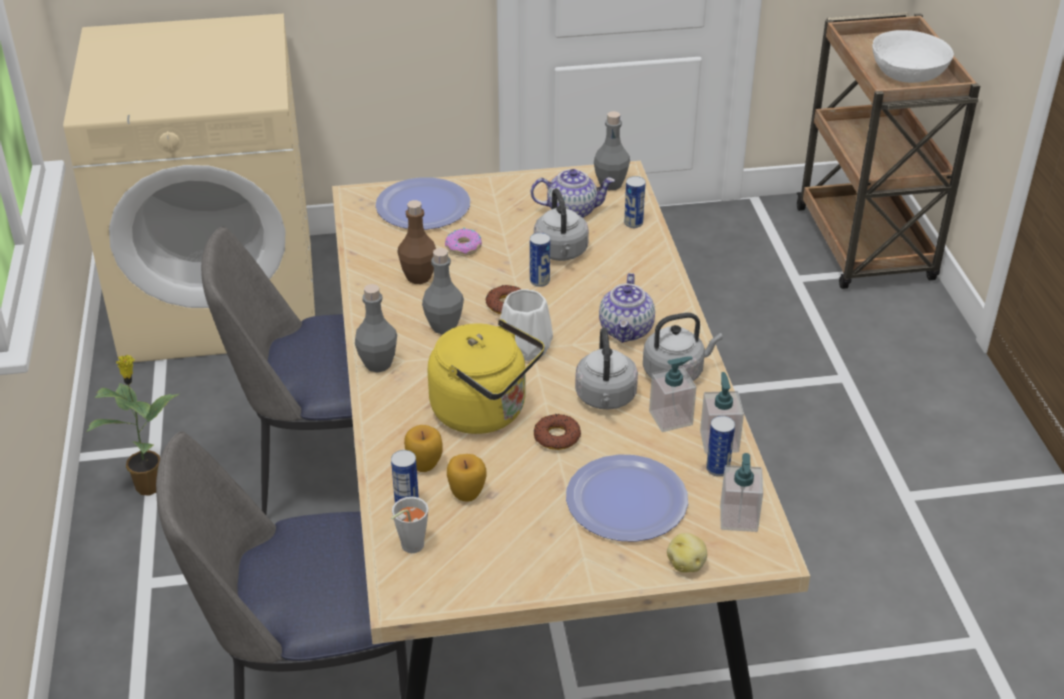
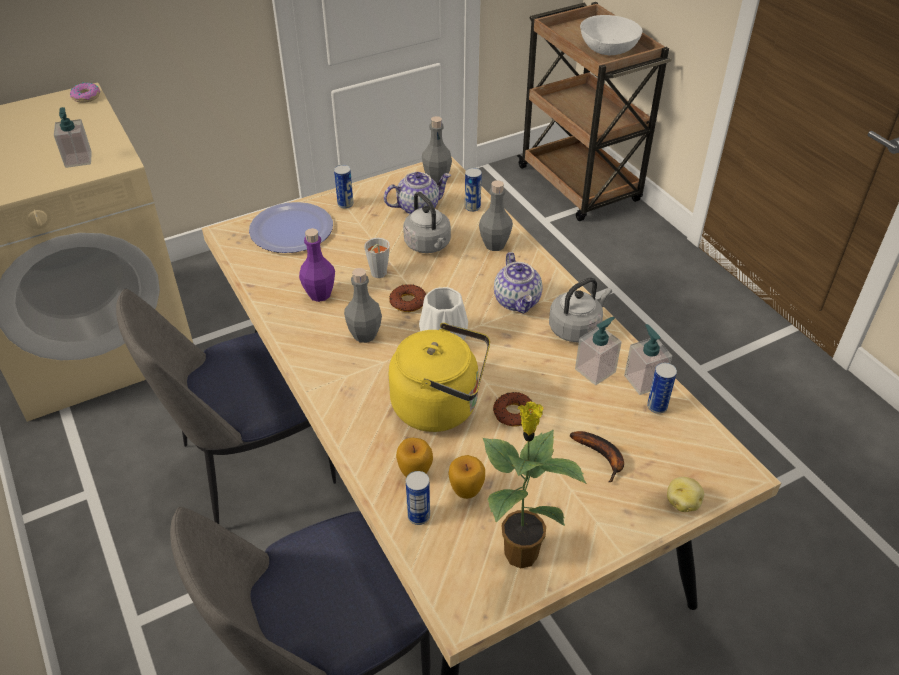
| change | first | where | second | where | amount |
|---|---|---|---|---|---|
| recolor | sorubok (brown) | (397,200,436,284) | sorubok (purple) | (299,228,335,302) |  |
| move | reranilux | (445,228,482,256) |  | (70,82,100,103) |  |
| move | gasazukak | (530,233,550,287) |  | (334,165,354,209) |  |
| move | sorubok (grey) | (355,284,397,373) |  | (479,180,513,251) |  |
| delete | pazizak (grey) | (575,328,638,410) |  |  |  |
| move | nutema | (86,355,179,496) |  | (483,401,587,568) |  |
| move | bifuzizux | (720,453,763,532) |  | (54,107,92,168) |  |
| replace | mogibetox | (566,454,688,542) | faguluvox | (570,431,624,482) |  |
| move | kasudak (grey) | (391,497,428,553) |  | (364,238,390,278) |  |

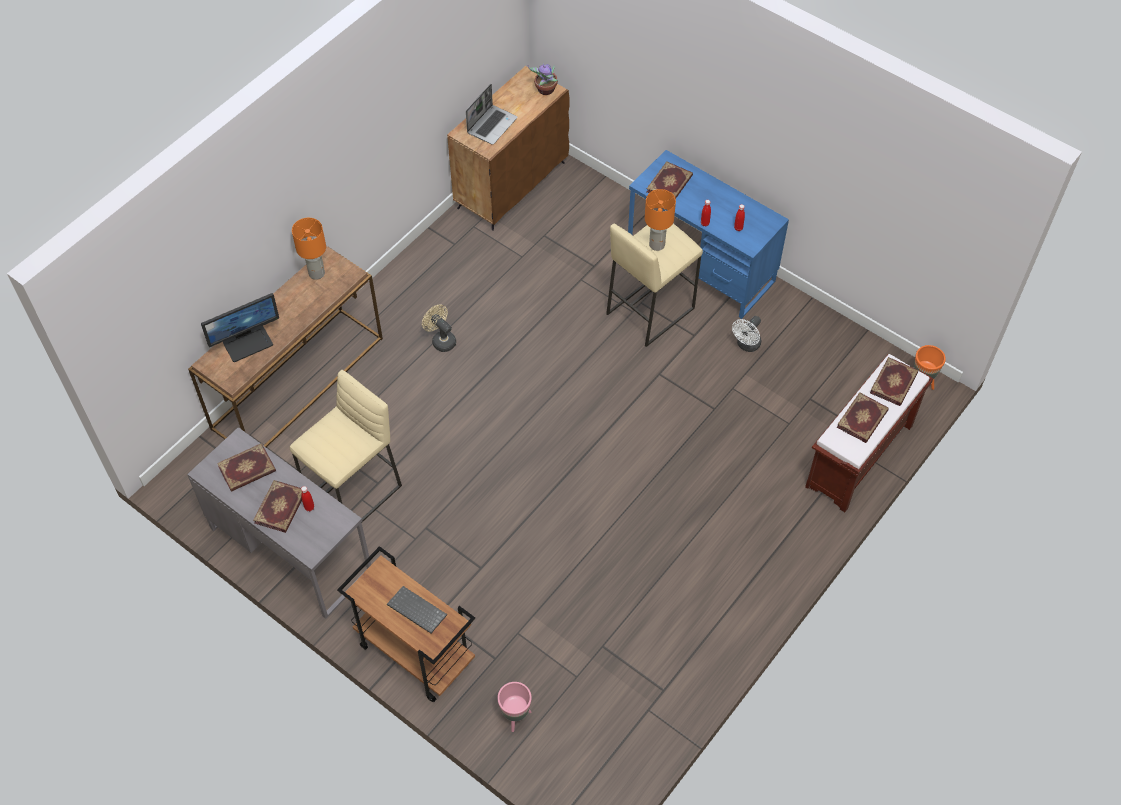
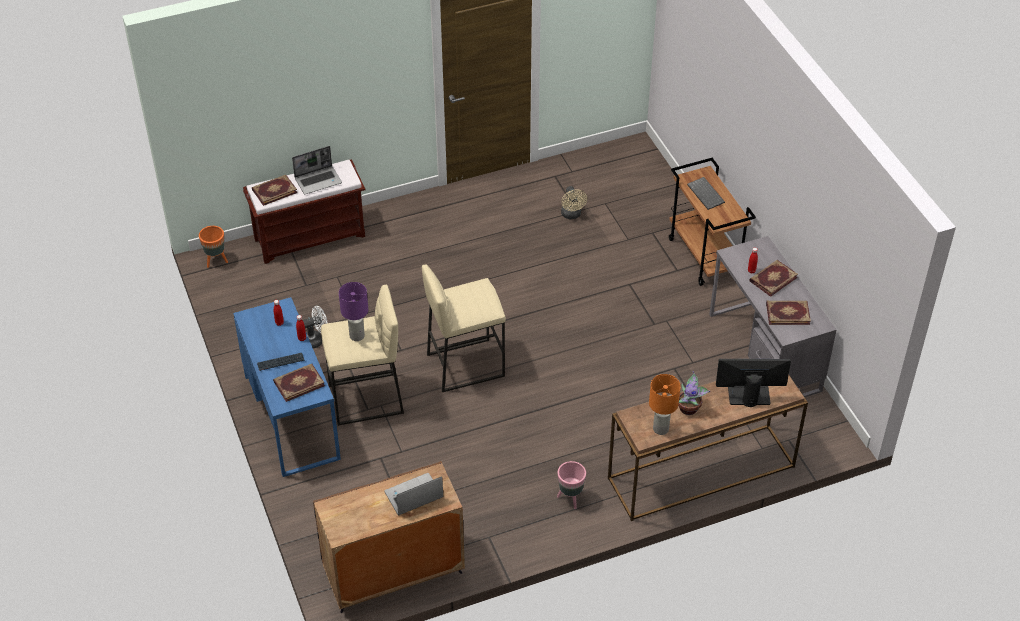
| change | first | where | second | where | amount |
|---|---|---|---|---|---|
| move | nutema | (528,64,559,95) |  | (678,371,710,415) |  |
| recolor | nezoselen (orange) | (645,189,676,251) | nezoselen (purple) | (339,282,368,341) |  |
| move | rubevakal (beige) | (422,305,456,352) |  | (561,186,587,219) |  |
| move | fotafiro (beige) | (290,370,402,528) |  | (422,264,506,392) |  |
| replace | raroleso | (837,392,889,443) | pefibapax | (292,146,342,194) |  |
| move | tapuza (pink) | (497,682,532,732) |  | (557,461,586,509) |  |
| insert |  |  | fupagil | (257,353,304,371) |  |

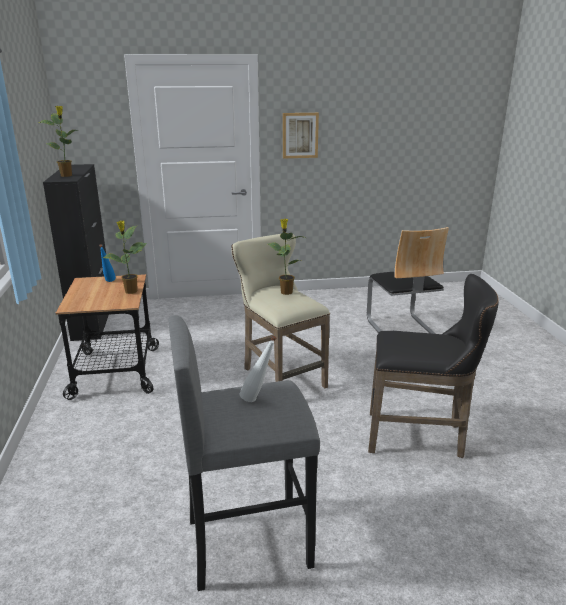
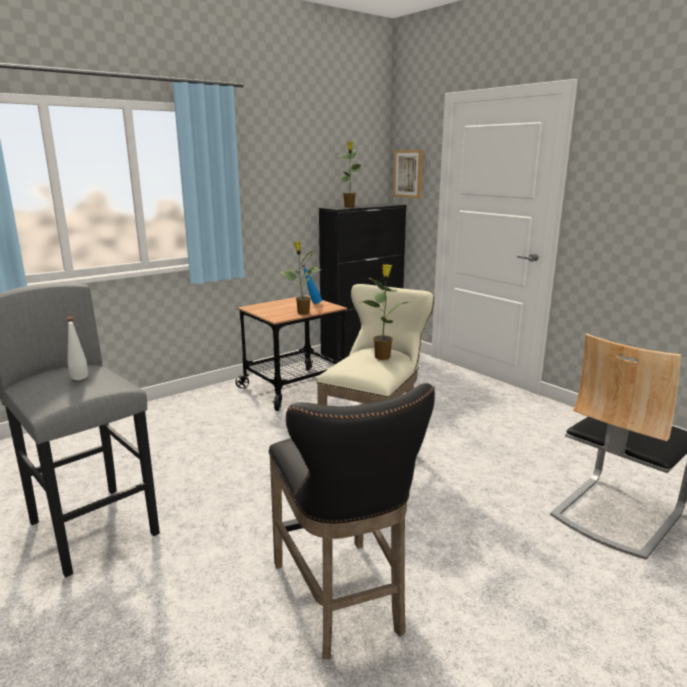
| change | first | where | second | where | amount |
|---|---|---|---|---|---|
| move | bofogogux | (283,113,319,158) |  | (393,150,423,198) |  |

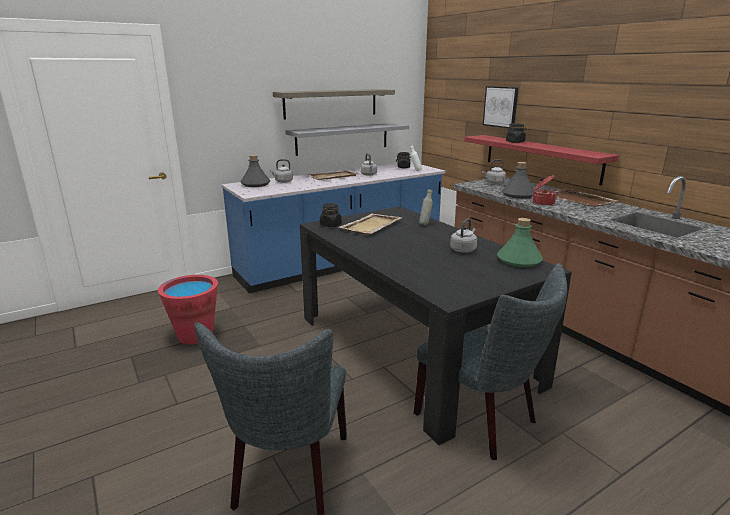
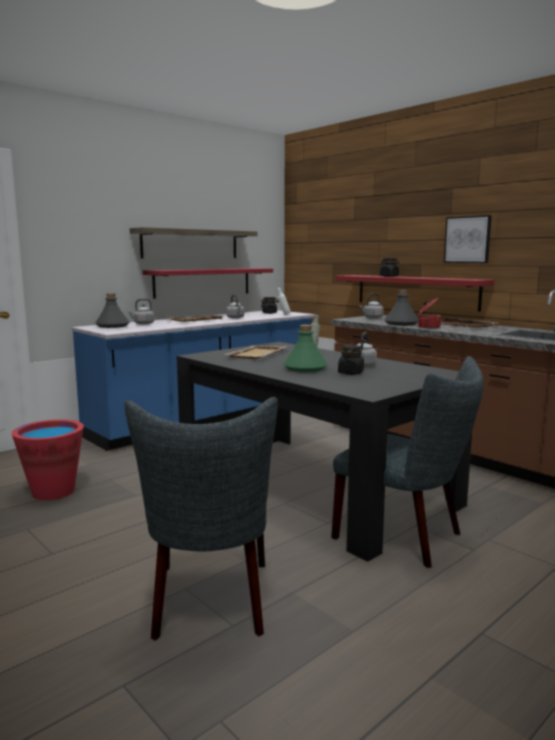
| change | first | where | second | where | amount |
|---|---|---|---|---|---|
| move | bofogogux | (483,86,519,128) |  | (444,215,492,263) |  |
| recolor | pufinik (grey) | (286,123,409,156) | pufinik (red) | (143,268,273,299) |  |
| move | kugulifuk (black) | (320,203,342,227) |  | (338,345,364,375) |  |
| move | sorubok (green) | (497,218,543,267) |  | (283,325,328,372) |  |

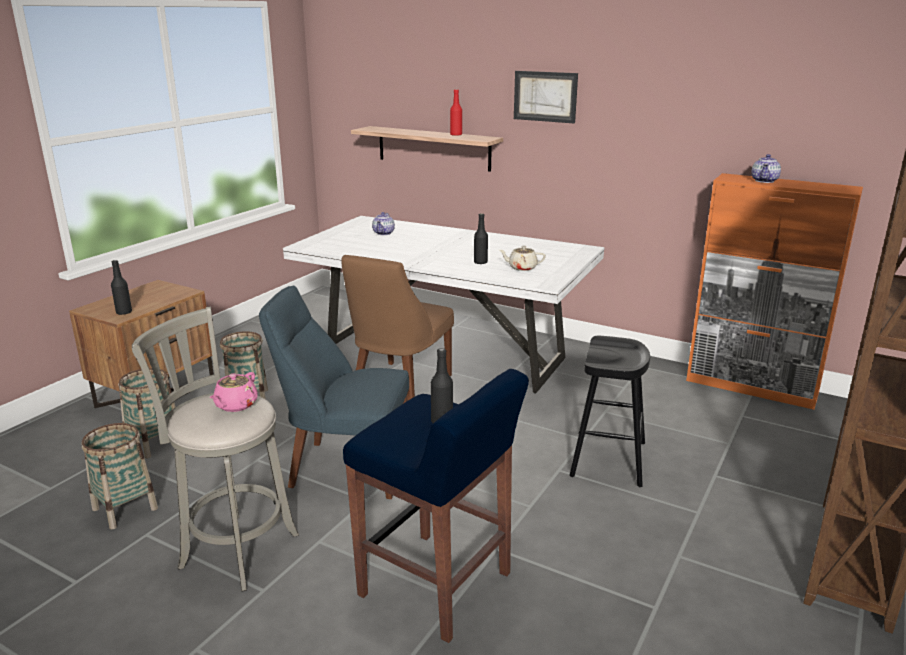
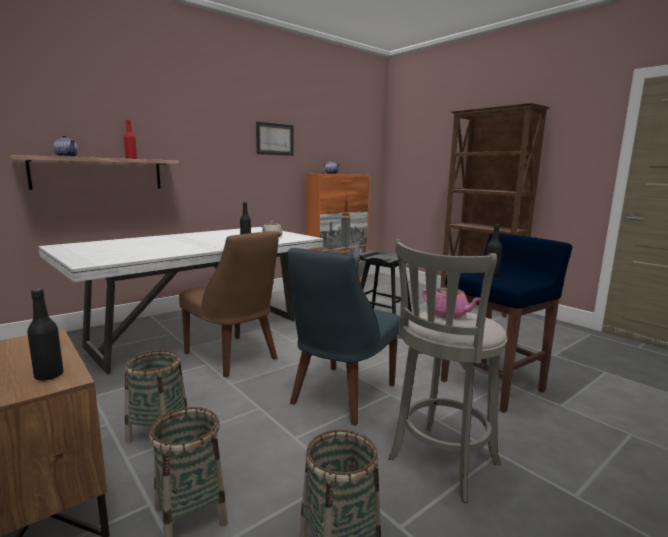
| change | first | where | second | where | amount |
|---|---|---|---|---|---|
| move | bofogogux | (514,71,578,123) |  | (256,122,293,156) |  |
| move | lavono | (372,212,395,235) |  | (53,135,78,157) |  |

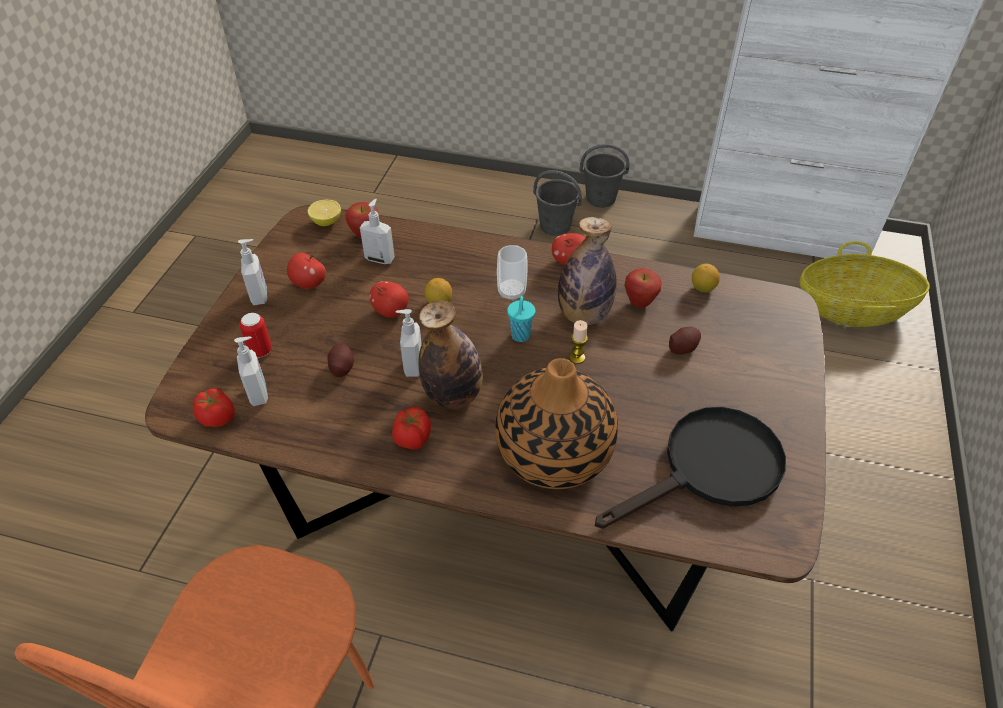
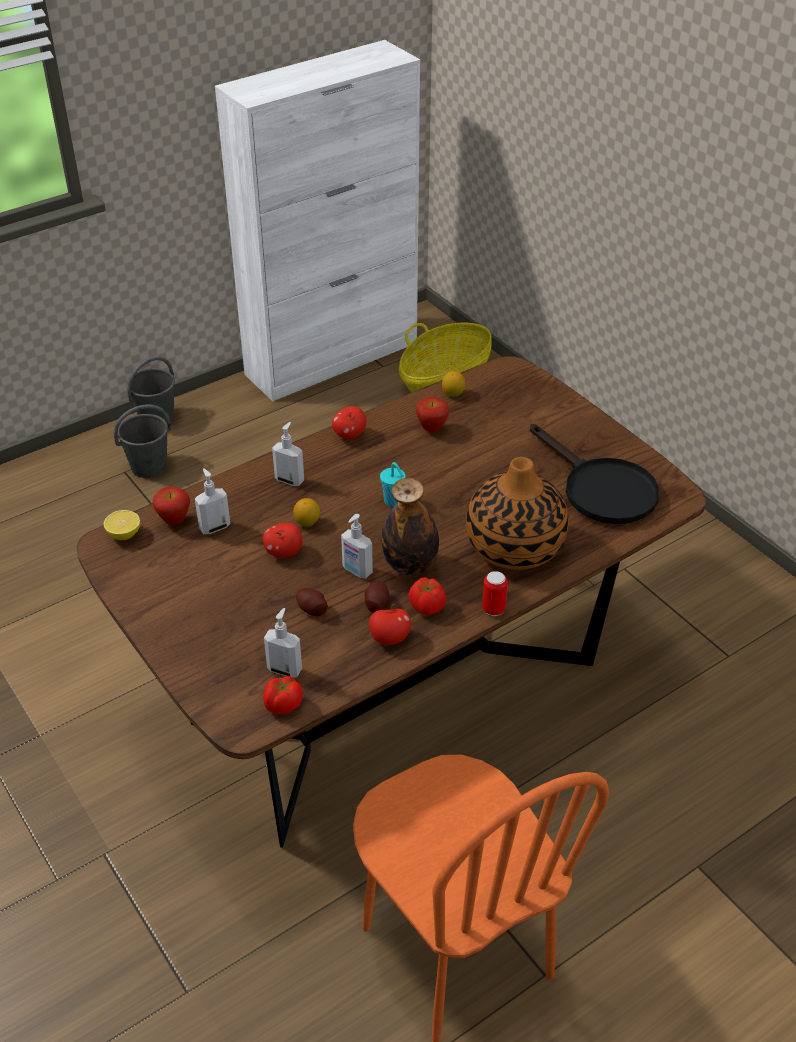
| change | first | where | second | where | amount |
|---|---|---|---|---|---|
| delete | sorubok | (558,217,617,325) |  |  |  |
| move | bifuzizux | (238,239,267,305) |  | (272,422,304,486) |  |
| delete | kasudak | (497,245,528,301) |  |  |  |
| move | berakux | (287,253,326,289) |  | (369,604,411,645) |  |
| move | gasazukak | (240,313,272,358) |  | (482,571,508,616) |  |
| delete | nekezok | (569,320,588,364) |  |  |  |
| move | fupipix | (669,327,701,354) |  | (365,581,390,613) |  |
| rotate | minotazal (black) | (595,407,786,529) |  | (530,424,659,524) | 135 degrees clockwise |

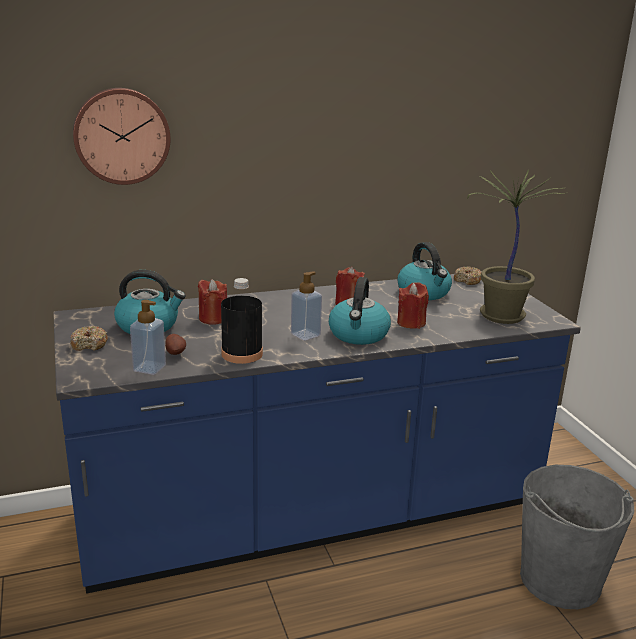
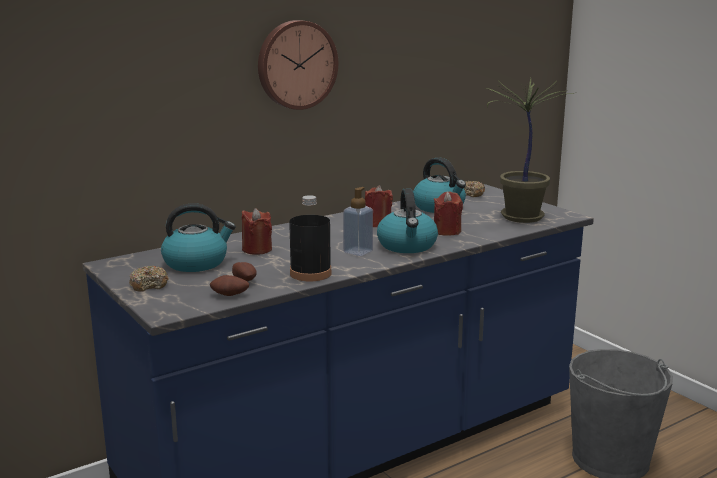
| change | first | where | second | where | amount |
|---|---|---|---|---|---|
| move | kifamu | (73,88,171,185) |  | (258,20,338,110) |  |
| replace | bifuzizux | (130,300,166,375) | fupipix | (210,275,249,296) |  |

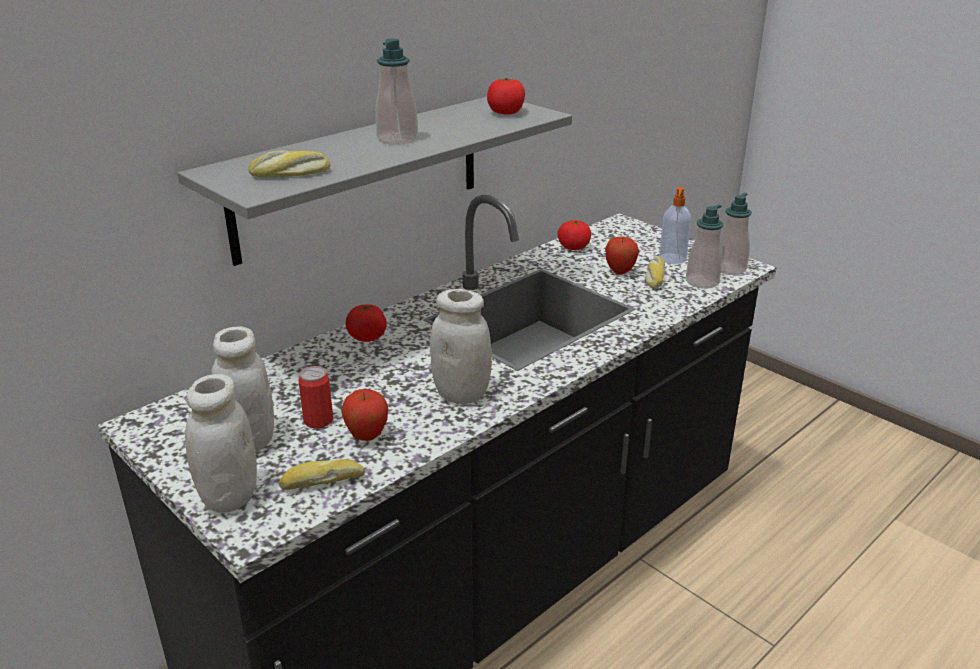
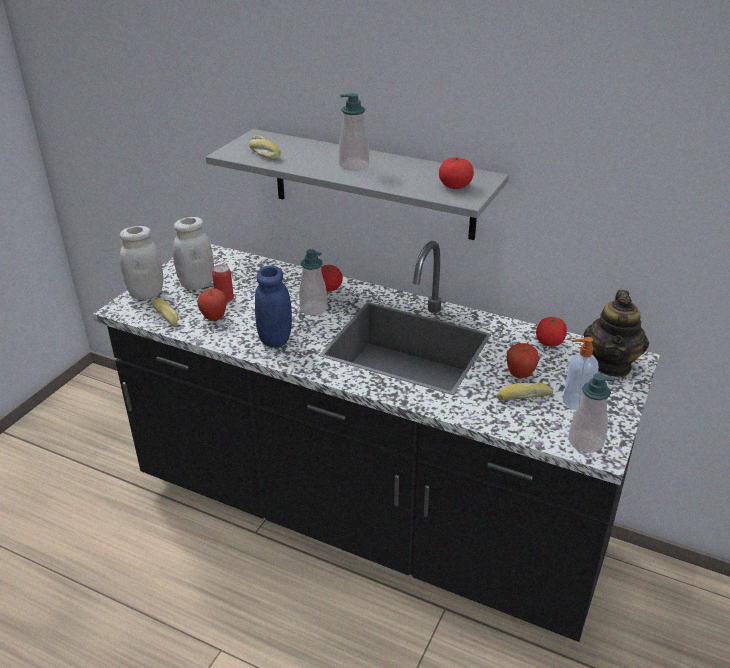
| change | first | where | second | where | amount |
|---|---|---|---|---|---|
| move | bifuzizux | (686,204,723,289) |  | (299,249,328,316) |  |
| recolor | kugulifuk (white) | (430,289,491,404) | kugulifuk (blue) | (255,266,292,348) |  |
| insert |  |  | lavono | (583,290,649,377) |  |

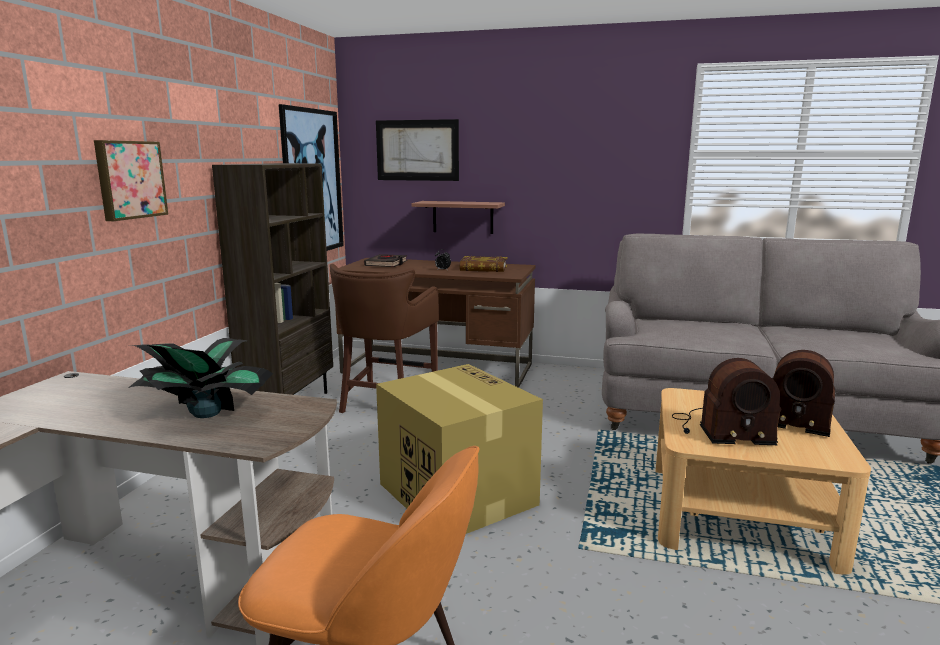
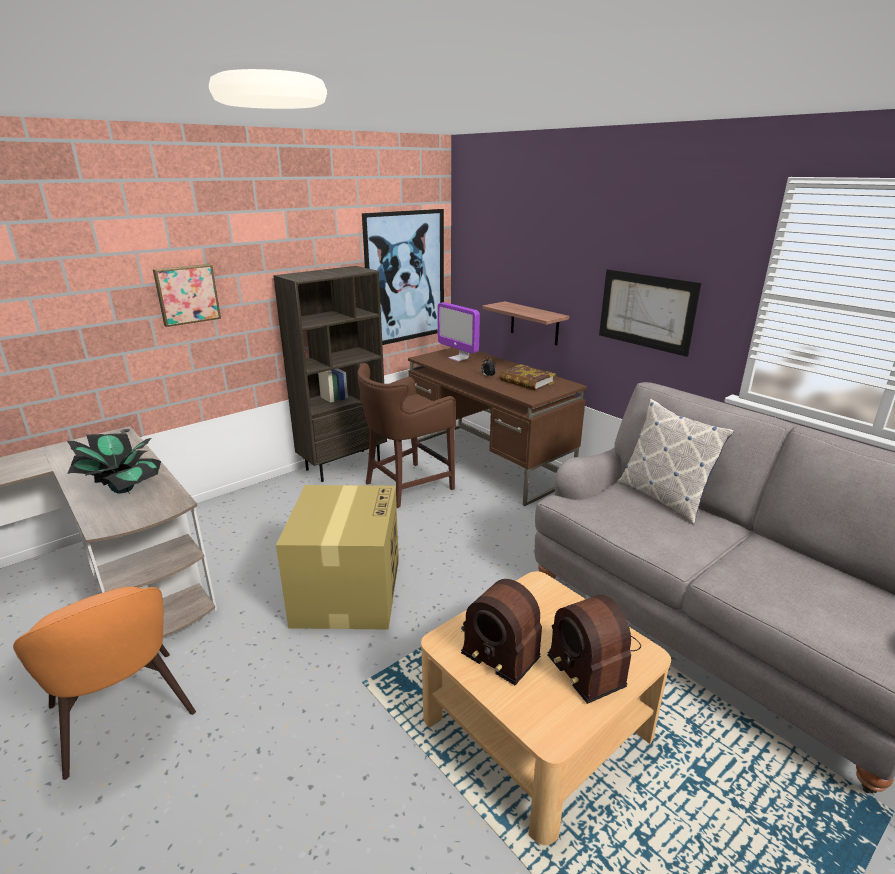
| change | first | where | second | where | amount |
|---|---|---|---|---|---|
| move | bofogogux | (376,119,459,181) |  | (599,269,701,357) |  |
| replace | raroleso (black) | (364,254,407,267) | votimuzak | (437,302,480,361) |  |
| insert |  |  | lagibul | (617,399,734,524) |  |

